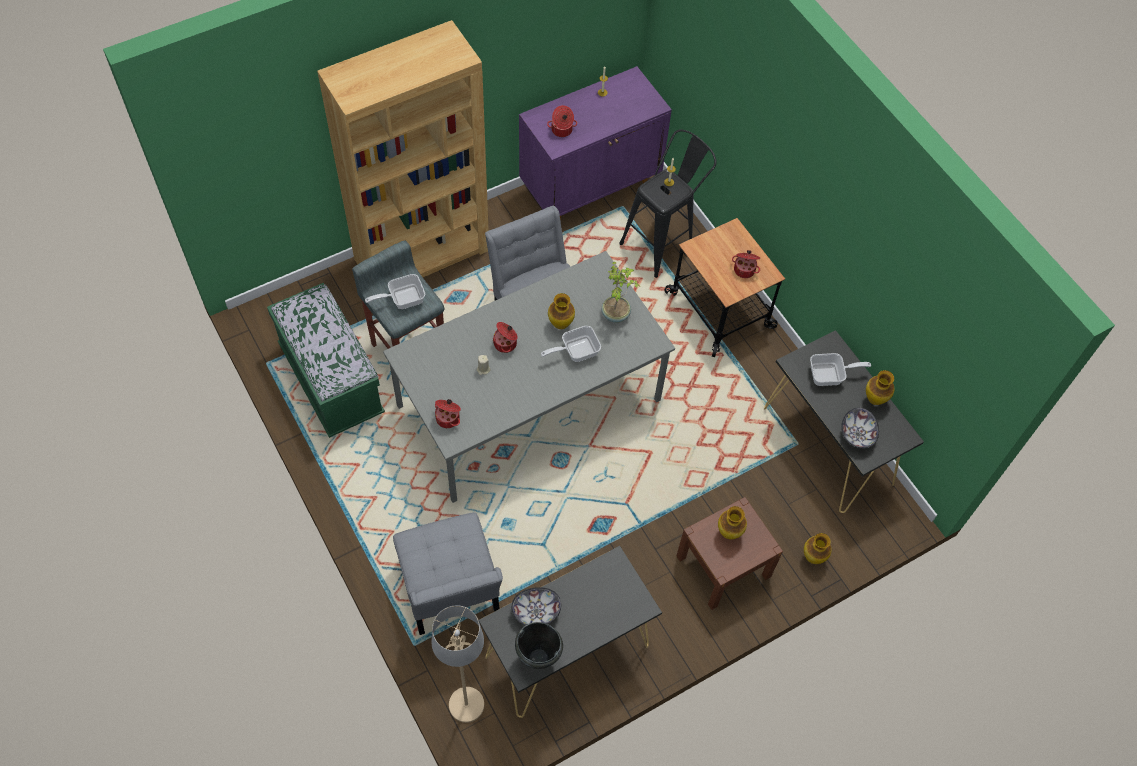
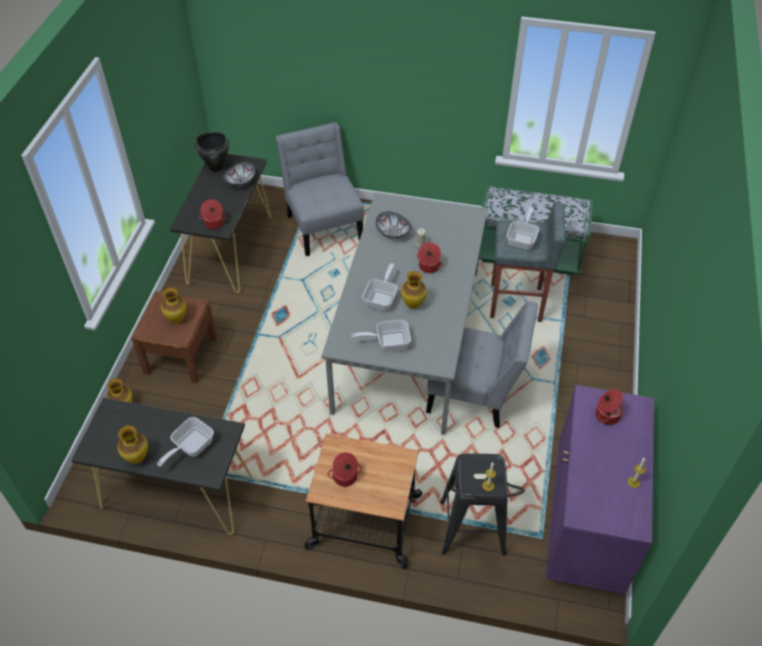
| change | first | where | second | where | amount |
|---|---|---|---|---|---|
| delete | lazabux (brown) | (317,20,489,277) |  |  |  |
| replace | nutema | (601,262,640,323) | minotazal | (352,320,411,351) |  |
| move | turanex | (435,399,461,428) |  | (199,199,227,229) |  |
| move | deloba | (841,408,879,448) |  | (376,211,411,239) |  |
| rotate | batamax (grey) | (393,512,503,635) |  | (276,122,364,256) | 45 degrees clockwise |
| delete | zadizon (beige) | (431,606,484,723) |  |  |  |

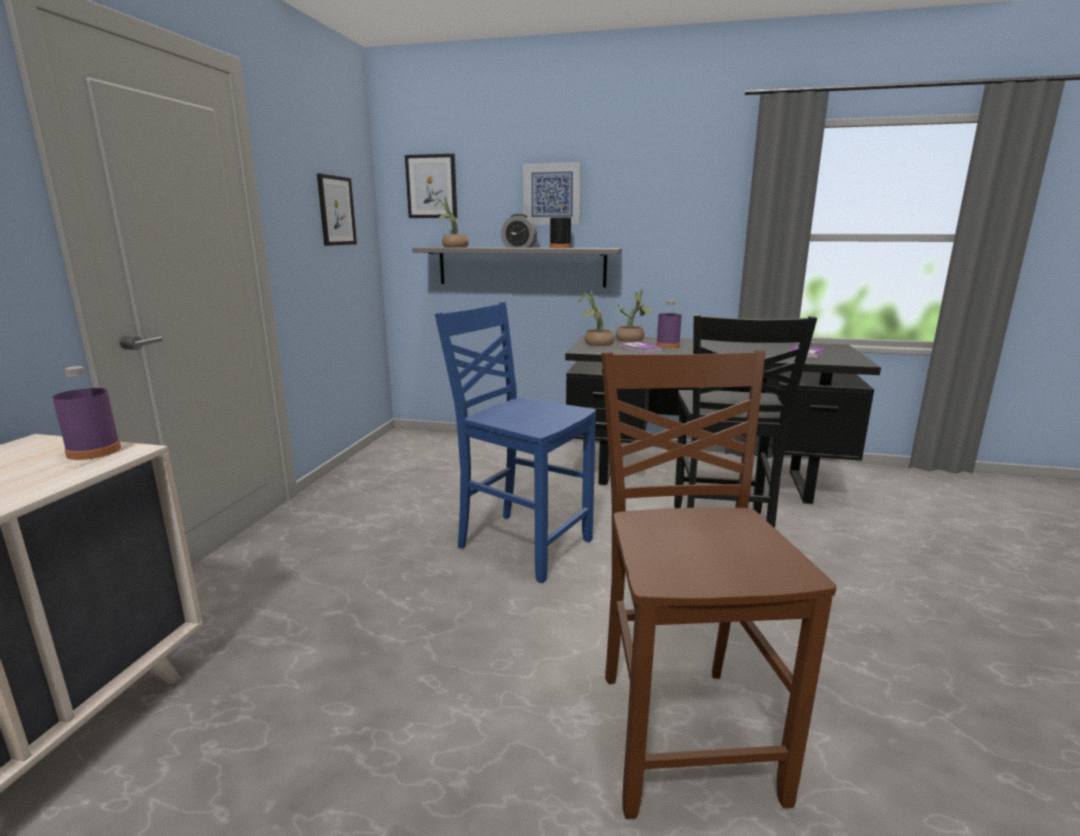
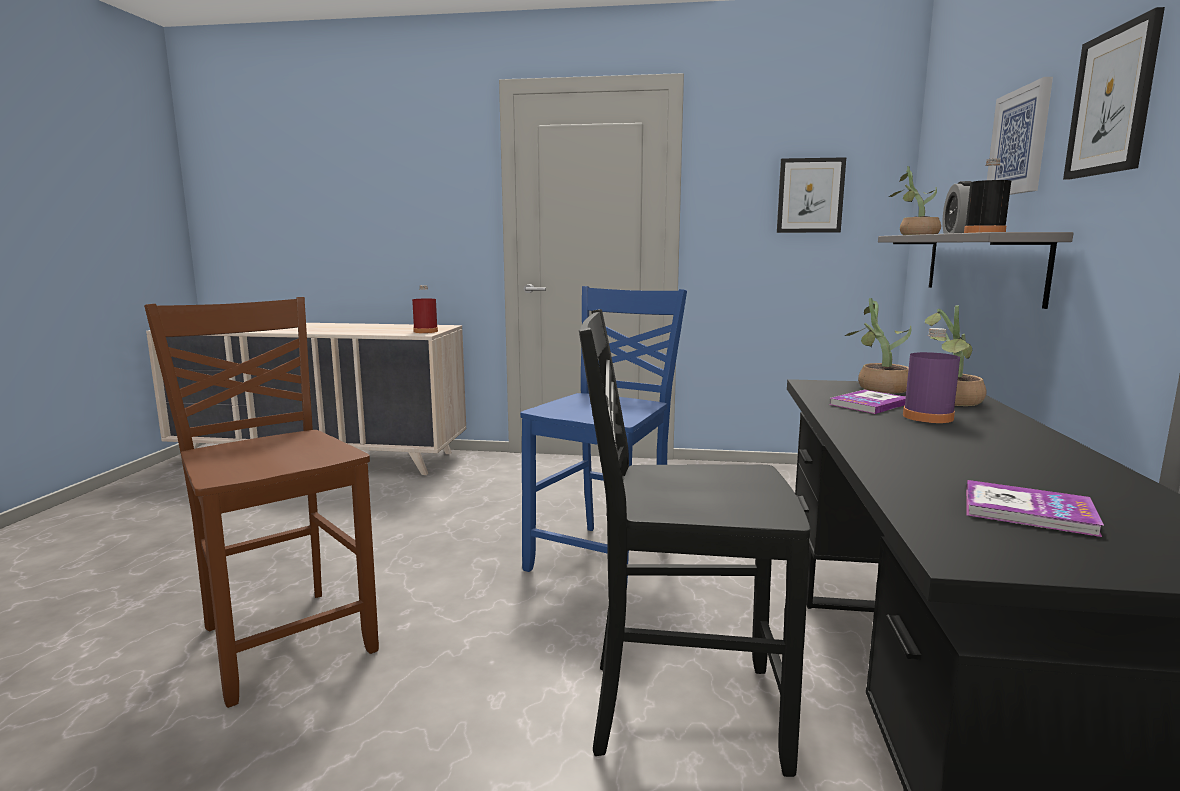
| change | first | where | second | where | amount |
|---|---|---|---|---|---|
| move | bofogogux | (405,154,457,218) |  | (1063,7,1165,180) |  |
| rotate | batamax (brown) | (601,350,836,819) |  | (144,297,379,708) | 120 degrees counterclockwise |
| recolor | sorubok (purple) | (52,366,121,460) | sorubok (red) | (412,285,438,333) |  |

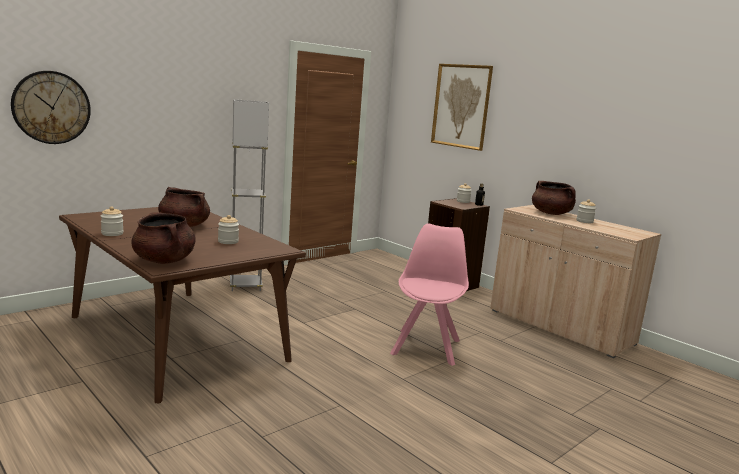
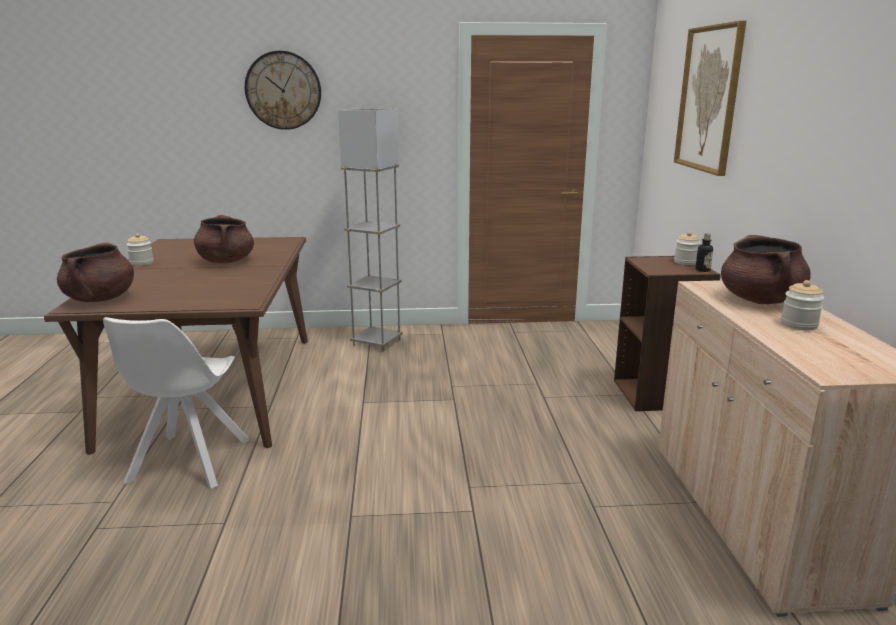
| change | first | where | second | where | amount |
|---|---|---|---|---|---|
| move | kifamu | (11,71,91,144) |  | (245,51,321,130) |  |
| delete | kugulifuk | (218,215,239,244) |  |  |  |
| delete | batamax (pink) | (390,223,469,366) |  |  |  |
| insert |  |  | batamax (white) | (103,317,250,489) |  |

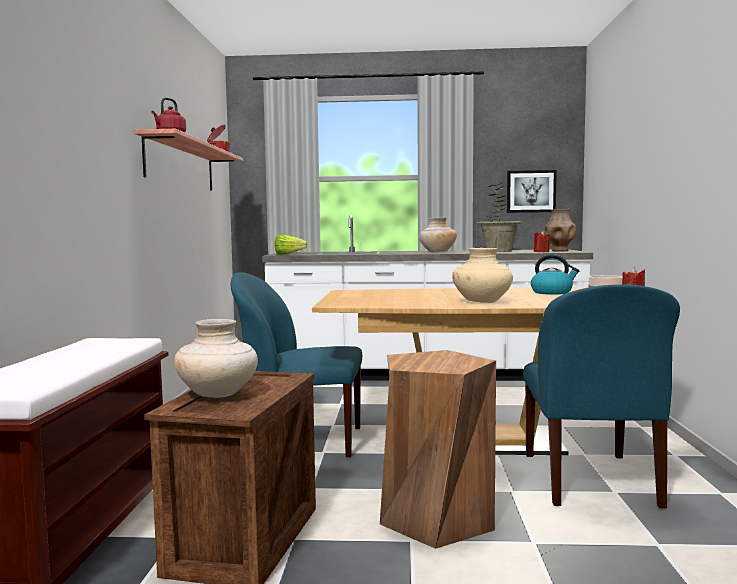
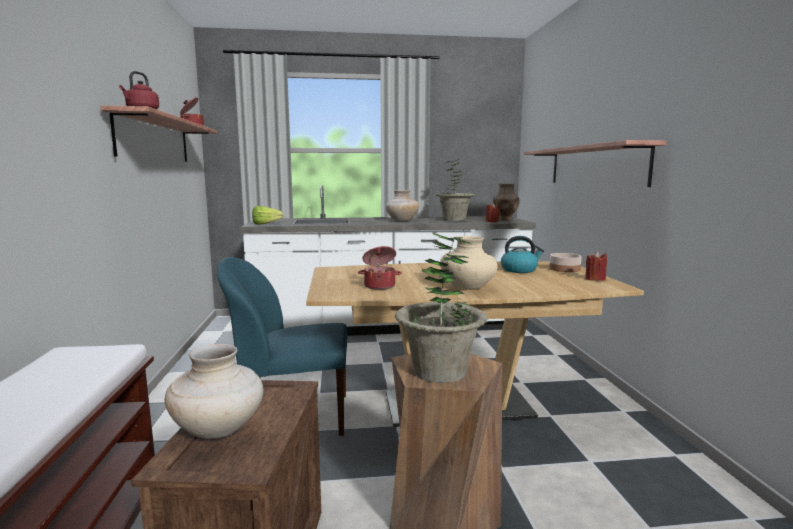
| change | first | where | second | where | amount |
|---|---|---|---|---|---|
| delete | bofogogux | (507,170,557,213) |  |  |  |
| delete | batamax (blue) | (523,284,680,509) |  |  |  |
| insert |  |  | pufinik | (524,140,666,187) |  |
| insert |  |  | nutema | (395,232,488,383) |  |
| insert |  |  | turanex | (358,246,402,290) |  |

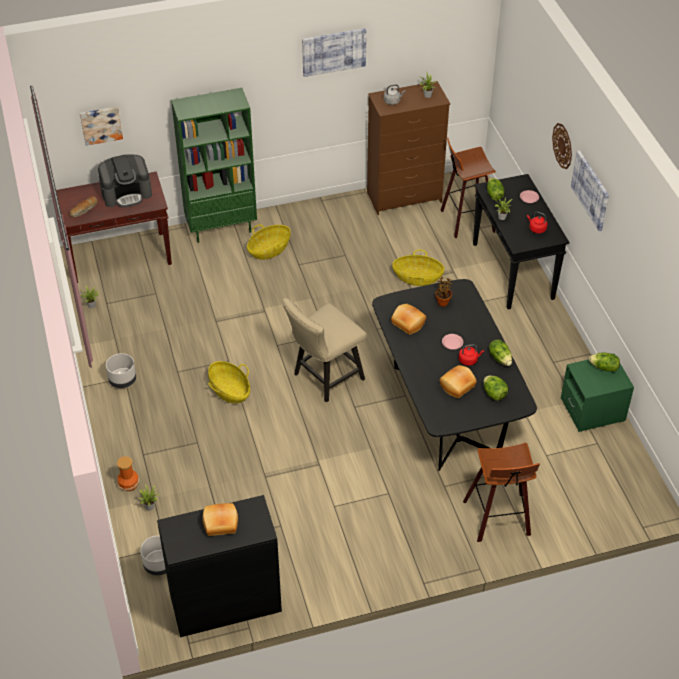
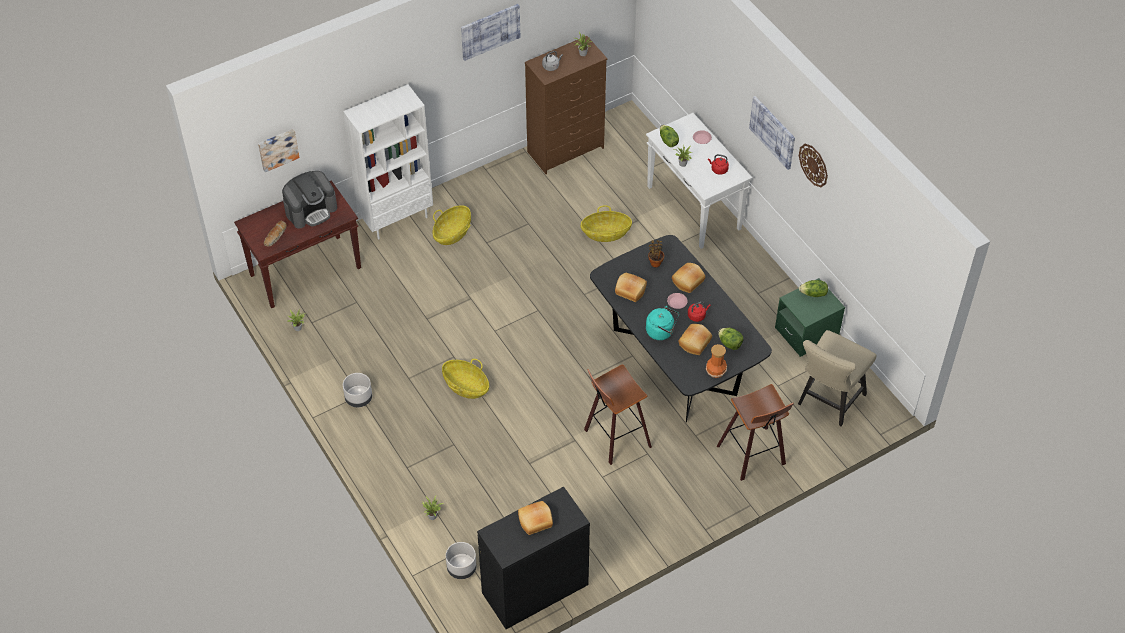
| change | first | where | second | where | amount |
|---|---|---|---|---|---|
| recolor | lazabux (green) | (171,88,257,243) | lazabux (white) | (343,84,433,240) |  |
| move | kifamu | (552,123,572,169) |  | (799,144,828,187) |  |
| move | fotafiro | (441,138,496,238) |  | (584,364,652,465) |  |
| recolor | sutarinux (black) | (473,174,569,309) | sutarinux (white) | (646,113,752,249) |  |
| move | batamax (beige) | (282,298,367,402) |  | (798,330,876,426) |  |
| delete | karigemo | (489,340,512,366) |  |  |  |
| move | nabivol | (117,457,139,491) |  | (706,344,727,378) |  |
| insert |  |  | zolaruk | (672,263,705,293) |  |
| insert |  |  | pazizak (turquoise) | (646,306,679,340) |  |

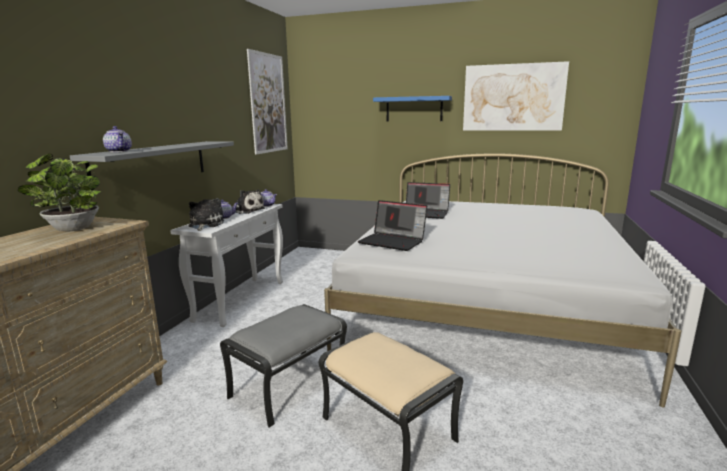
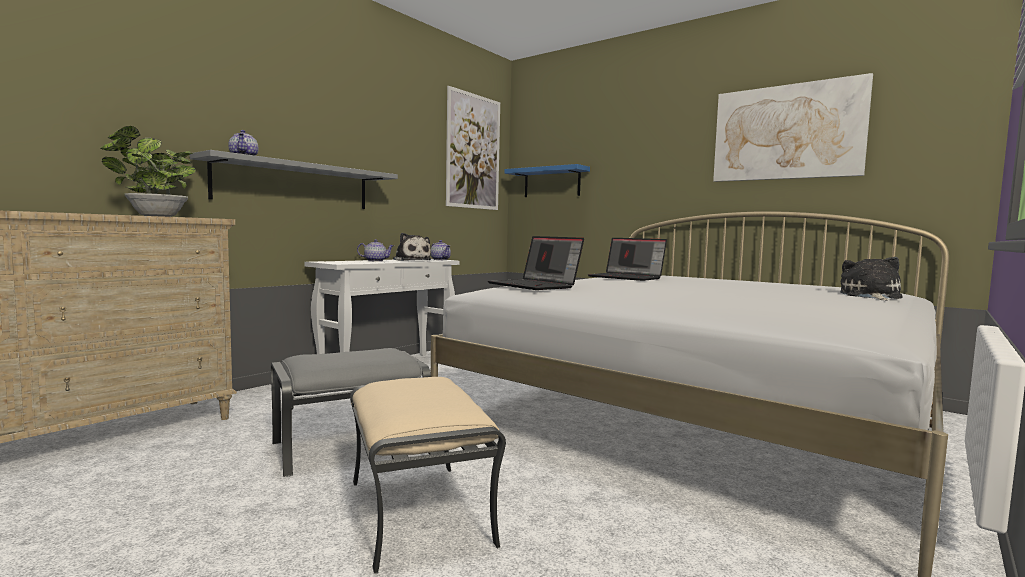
| change | first | where | second | where | amount |
|---|---|---|---|---|---|
| move | pufinik (blue) | (373,96,452,121) |  | (504,164,590,197) |  |
| move | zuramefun | (188,198,224,231) |  | (840,257,903,301) |  |

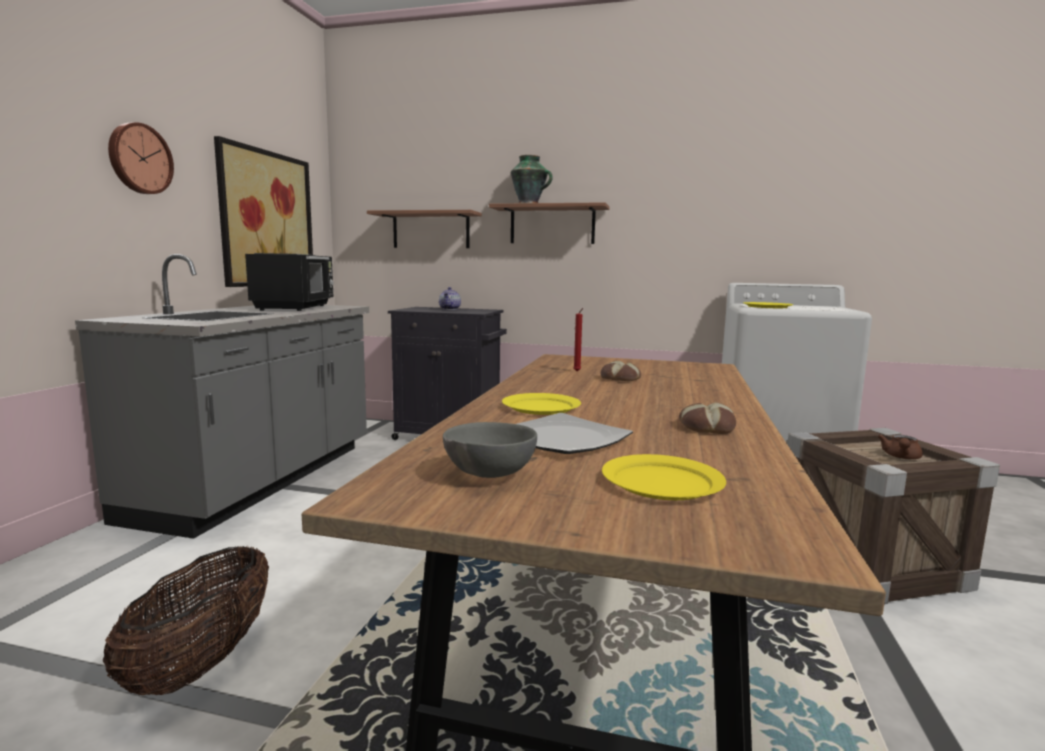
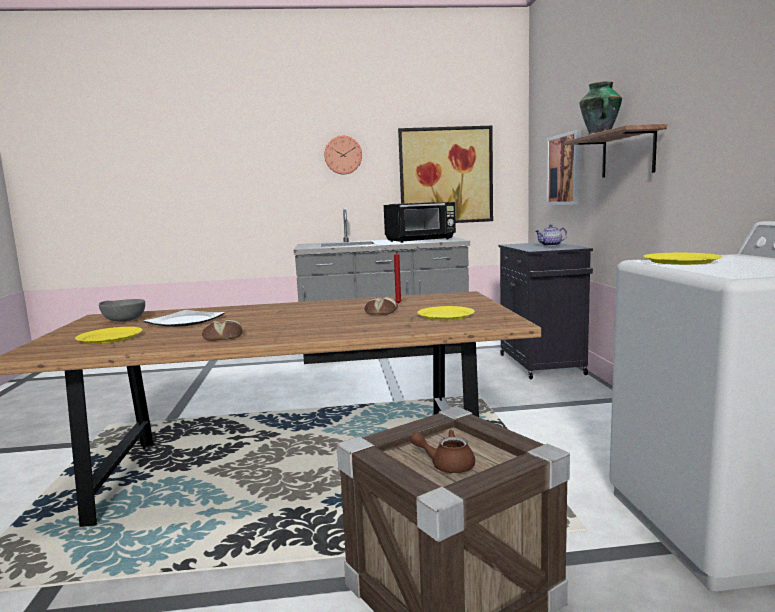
| change | first | where | second | where | amount |
|---|---|---|---|---|---|
| replace | pufinik | (367,210,482,248) | bofogogux | (546,130,581,205) |  |
| move | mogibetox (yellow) | (502,393,581,415) |  | (417,306,475,320) |  |
| delete | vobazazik | (103,546,269,695) |  |  |  |

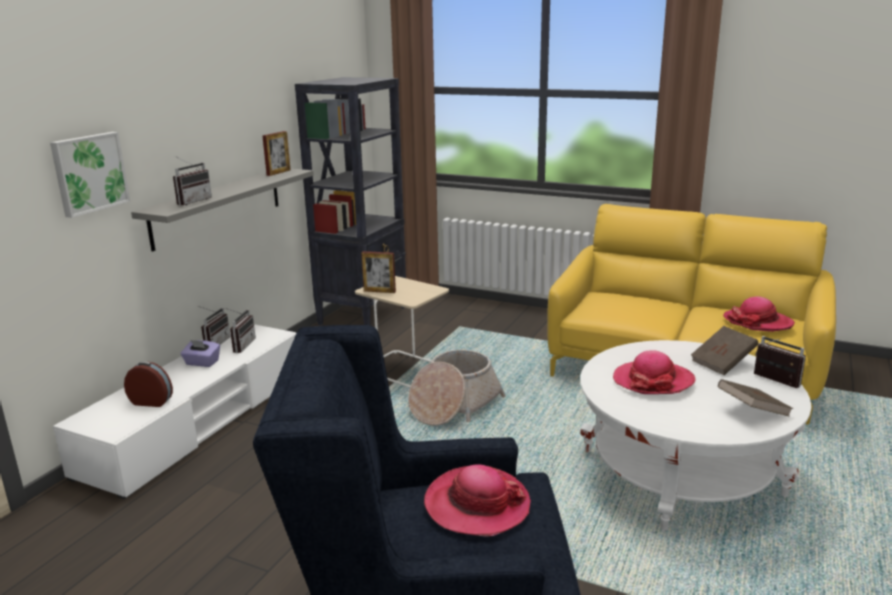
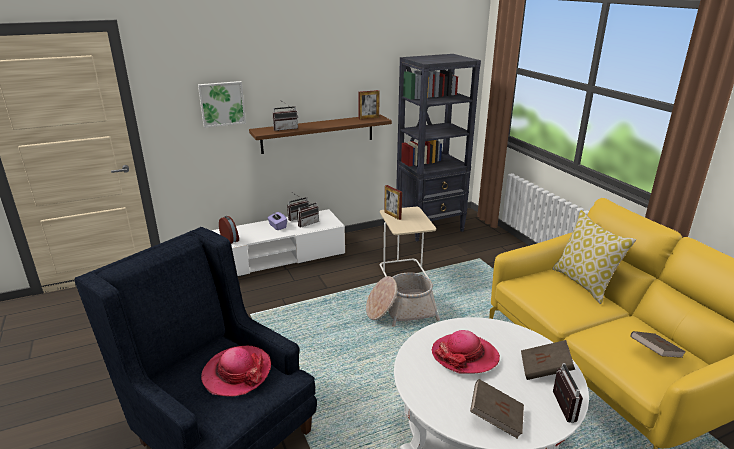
| change | first | where | second | where | amount |
|---|---|---|---|---|---|
| recolor | pufinik (grey) | (131,168,314,252) | pufinik (brown) | (249,114,392,154) |  |
| replace | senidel | (723,296,795,332) | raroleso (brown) | (631,331,686,358) |  |
| insert |  |  | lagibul | (552,210,636,304) |  |

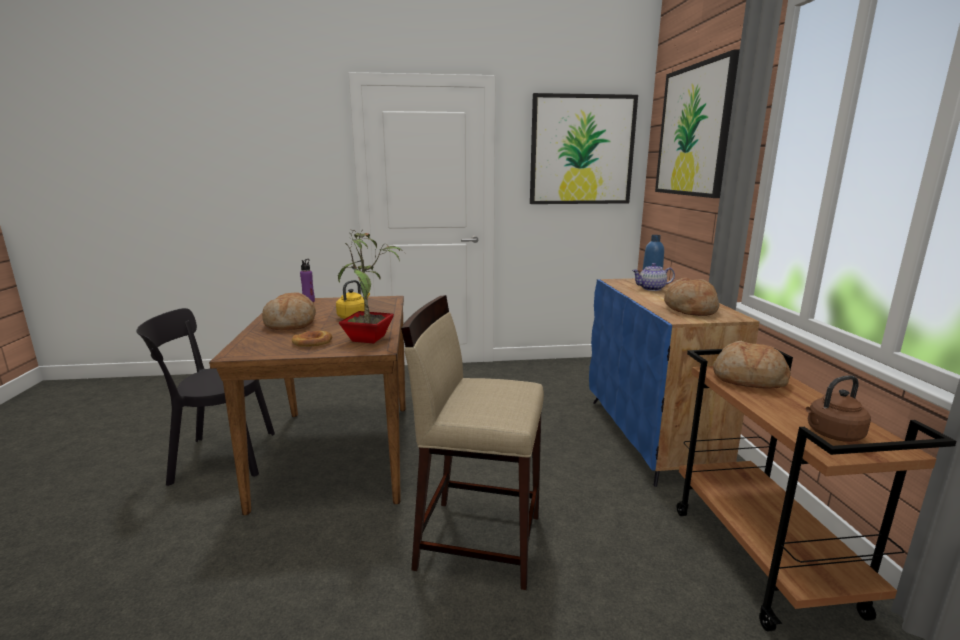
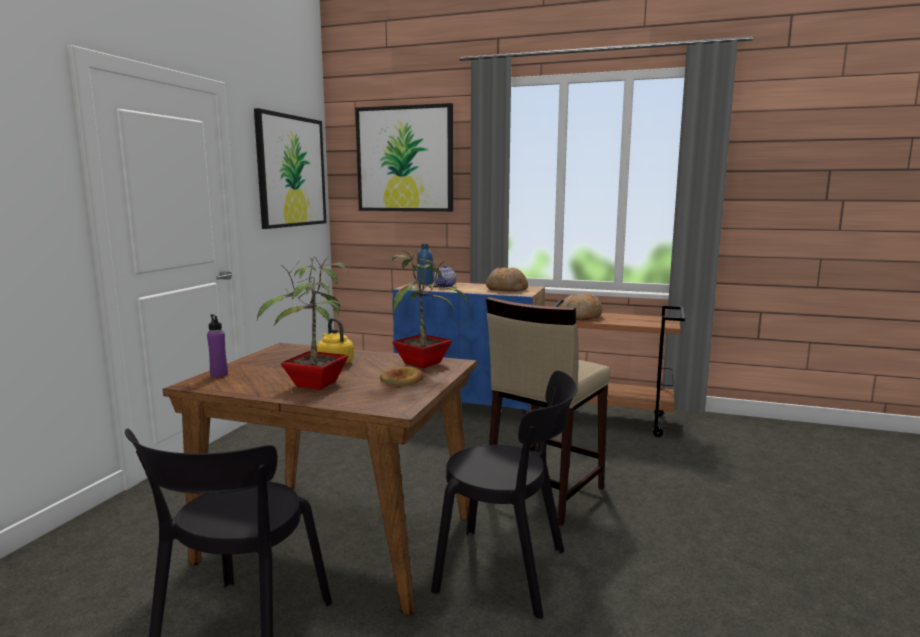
| change | first | where | second | where | amount |
|---|---|---|---|---|---|
| replace | zolaruk | (262,292,316,330) | nutema | (257,255,348,390) |  |
| delete | pazizak (brown) | (806,375,871,442) |  |  |  |
| insert |  |  | batamax (black) | (431,370,577,619) |  |

